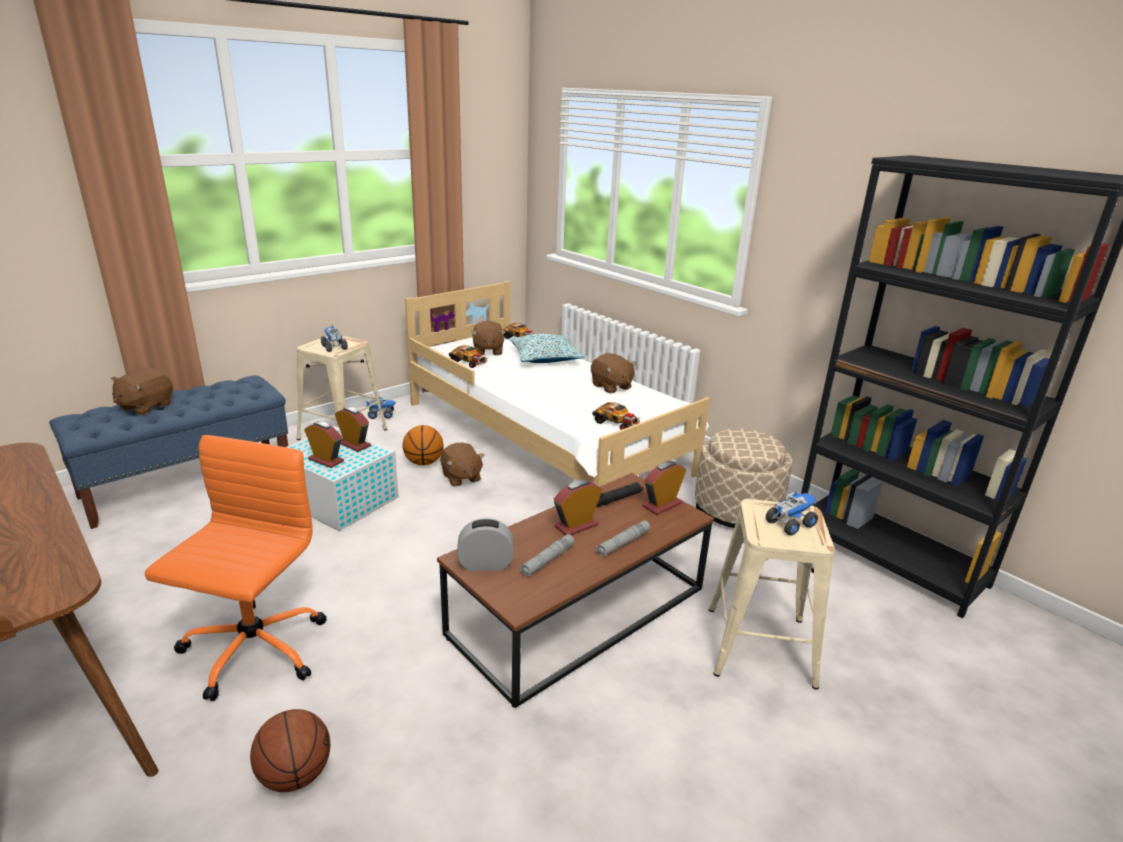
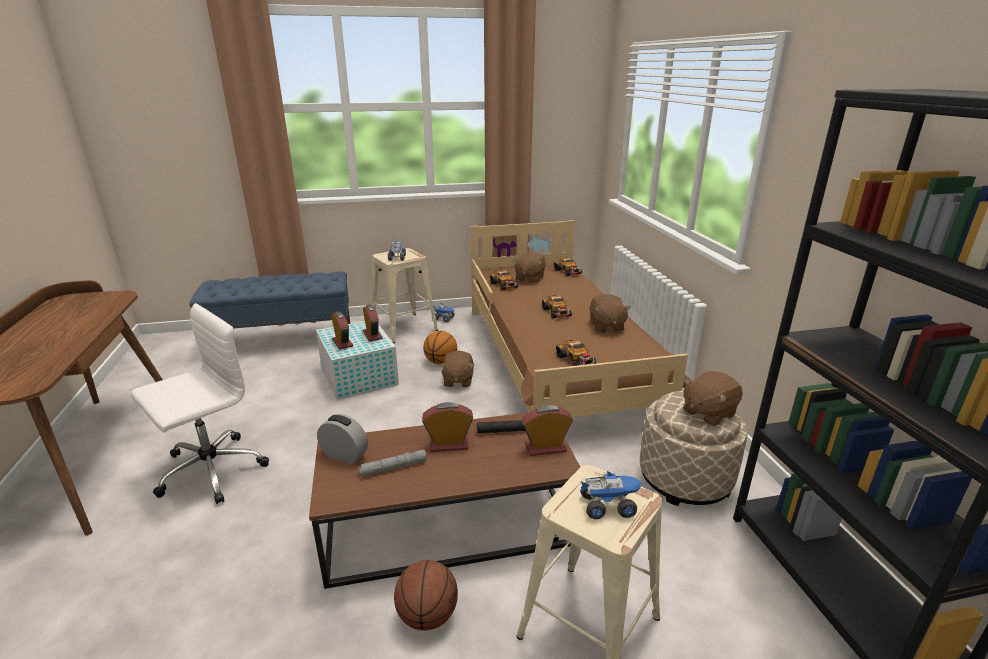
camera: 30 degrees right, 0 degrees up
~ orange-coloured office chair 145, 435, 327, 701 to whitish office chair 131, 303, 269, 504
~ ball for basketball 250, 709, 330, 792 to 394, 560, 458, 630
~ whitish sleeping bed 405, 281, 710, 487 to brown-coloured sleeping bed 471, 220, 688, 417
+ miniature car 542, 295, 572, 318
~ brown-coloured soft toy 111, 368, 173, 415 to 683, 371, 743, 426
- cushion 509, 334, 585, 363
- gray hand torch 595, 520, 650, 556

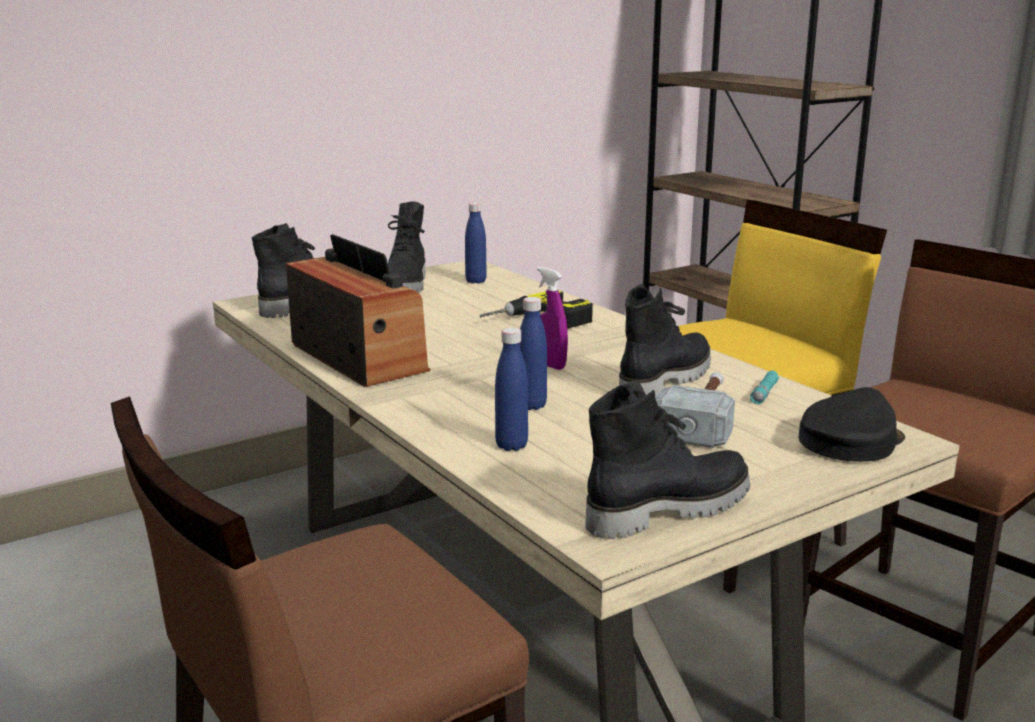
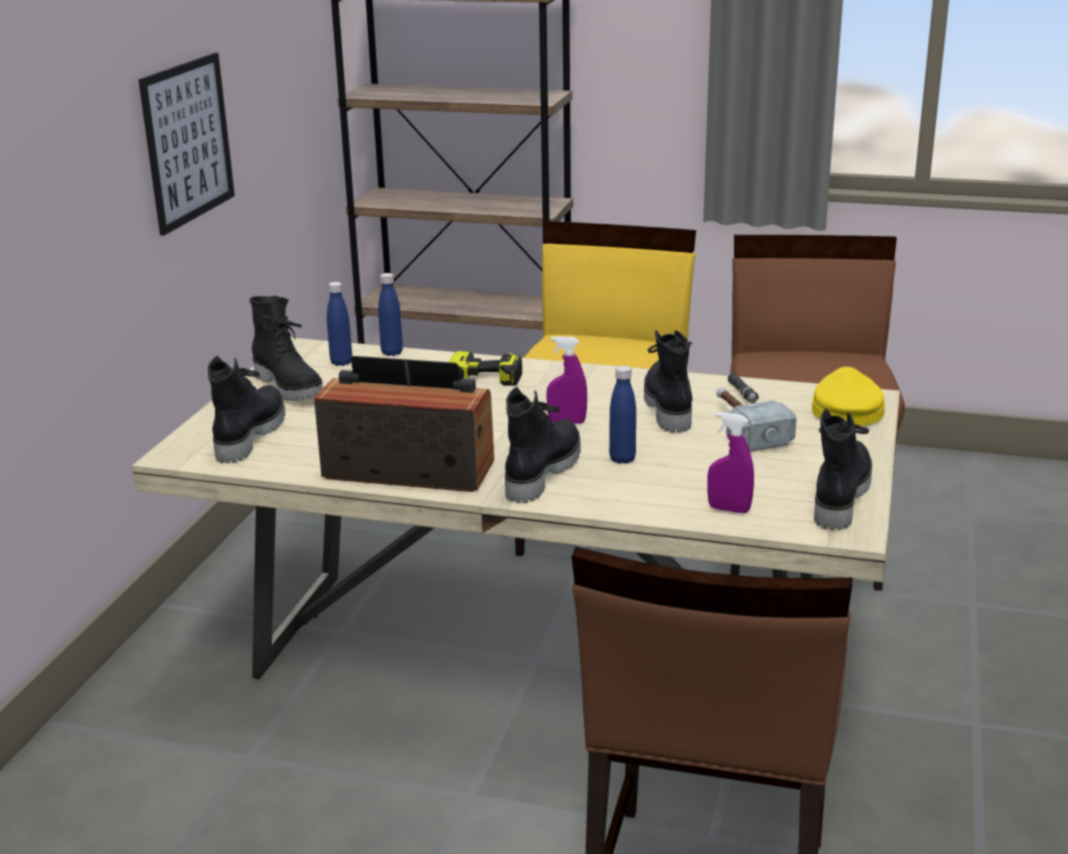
camera: 40 degrees left, 5 degrees up
+ picture 138, 53, 235, 236
~ blue drink bottle 495, 327, 528, 451 to 378, 273, 403, 356
+ blackish tall boot 505, 386, 581, 503
+ purple hand sprayer 707, 412, 754, 513
~ blue-green hand torch 750, 370, 779, 405 to blackish hand torch 728, 373, 759, 403
~ blackish cap 799, 387, 905, 462 to yellow cap 812, 367, 885, 426

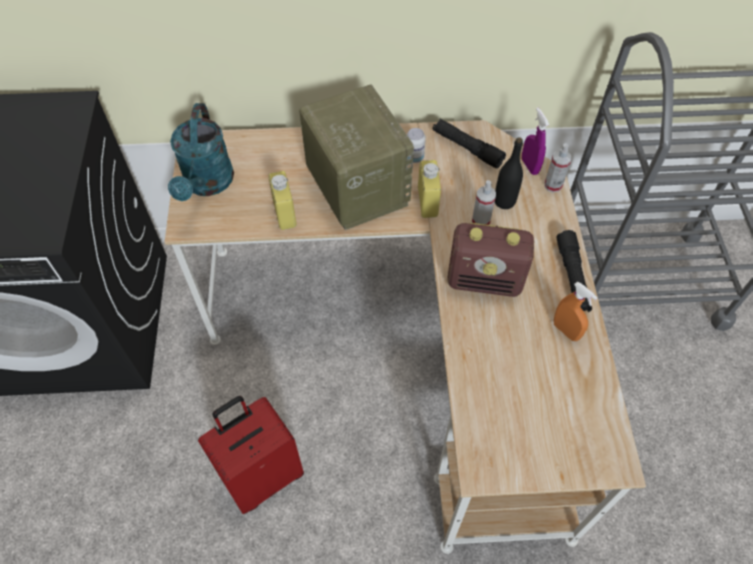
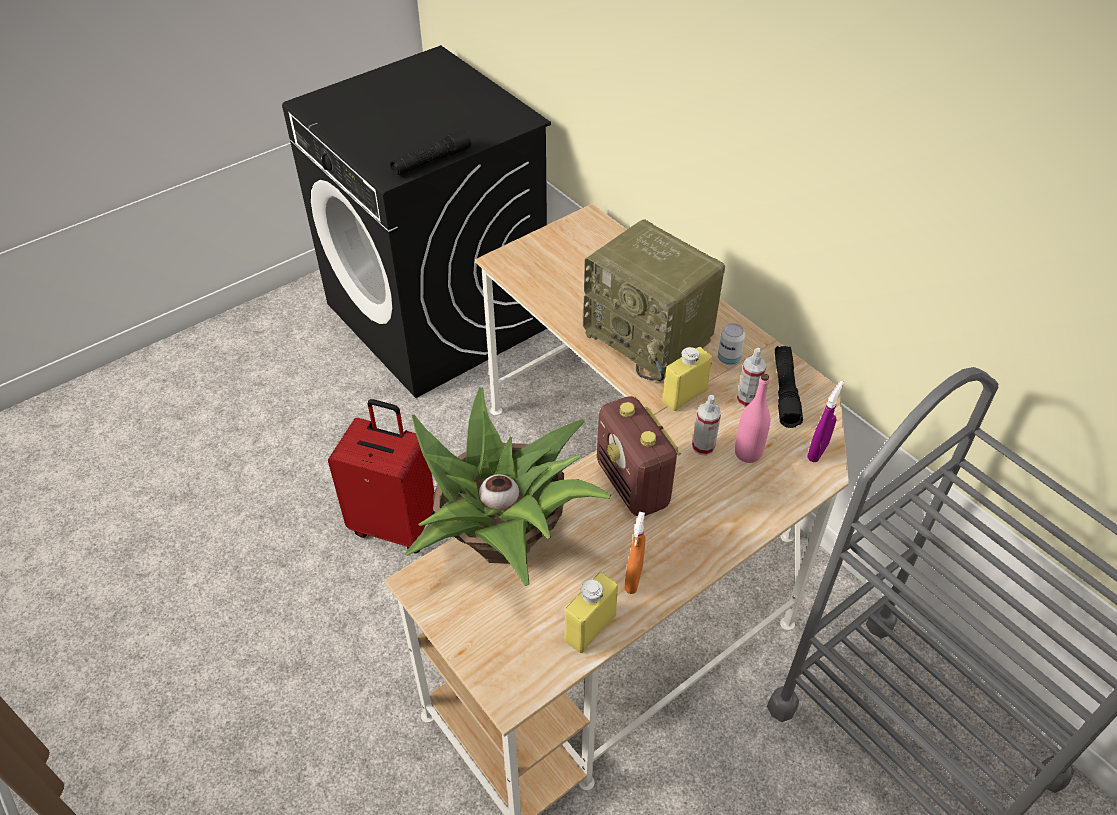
camera: 55 degrees right, 10 degrees down
~ blackish hand torch 556, 230, 592, 312 to 390, 130, 471, 175
+ houseplant 405, 387, 611, 586
~ yellow drink bottle 268, 171, 296, 230 to 565, 572, 618, 653
~ radio 299, 84, 414, 230 = 583, 219, 725, 382 105 degrees clockwise
~ blackish drink bottle 495, 138, 523, 209 to pink drink bottle 735, 374, 770, 463
~ hand sprayer 544, 143, 572, 193 to 737, 348, 767, 408
- blue-green watering pot 168, 103, 234, 201

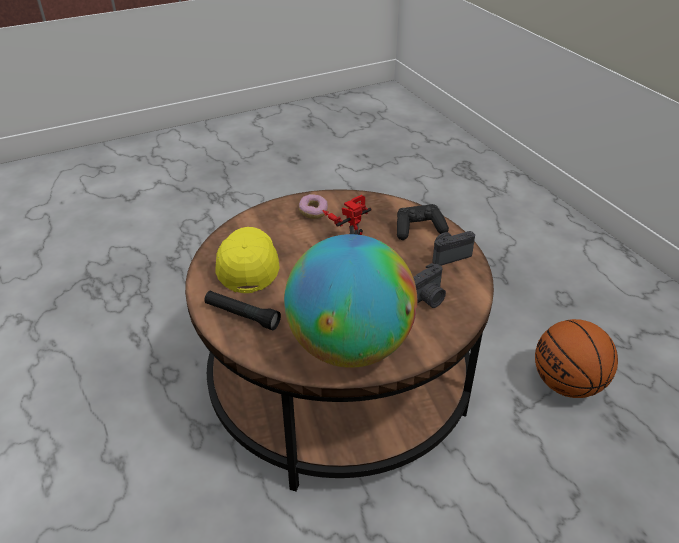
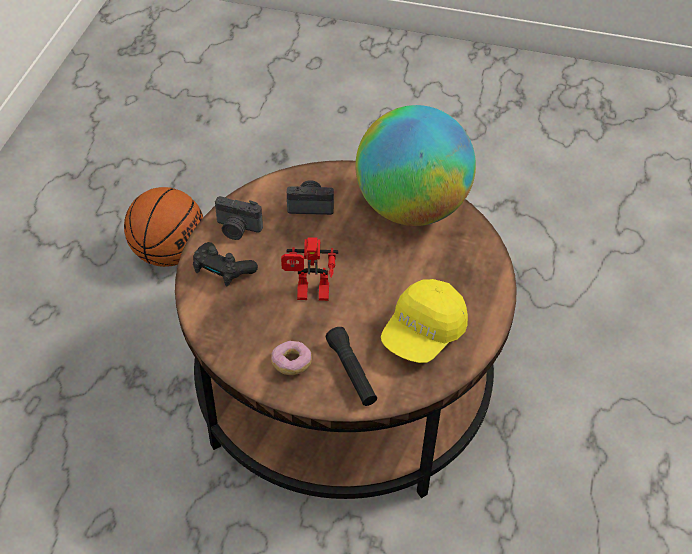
camera: 140 degrees left, 10 degrees up
~ blackish hand torch 204, 291, 281, 330 to 326, 327, 377, 406

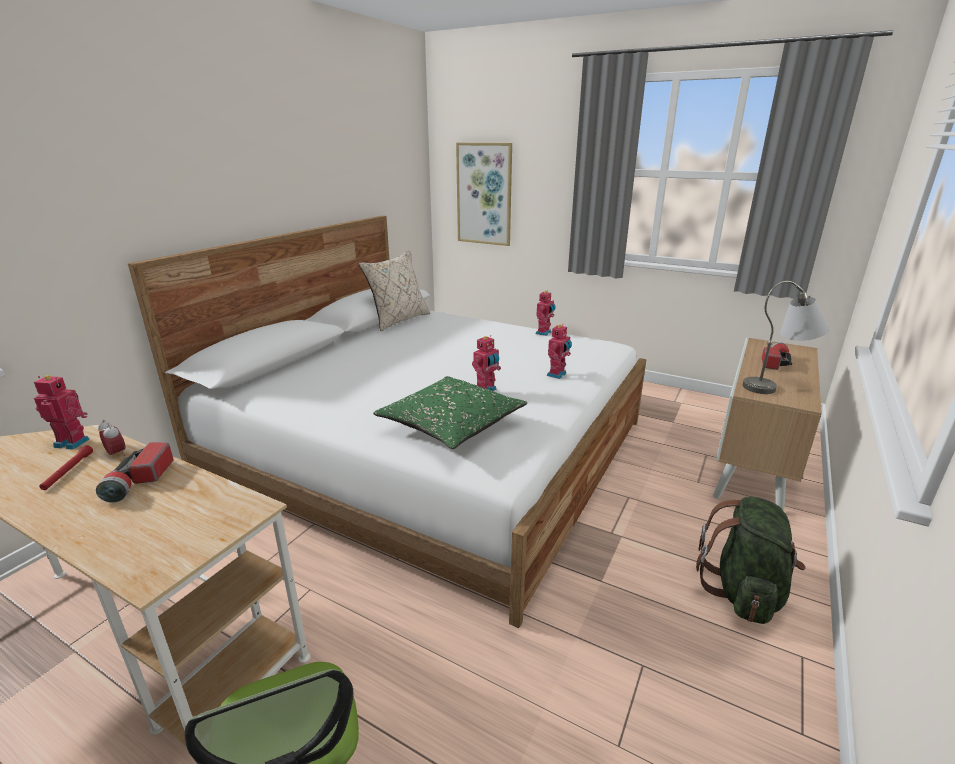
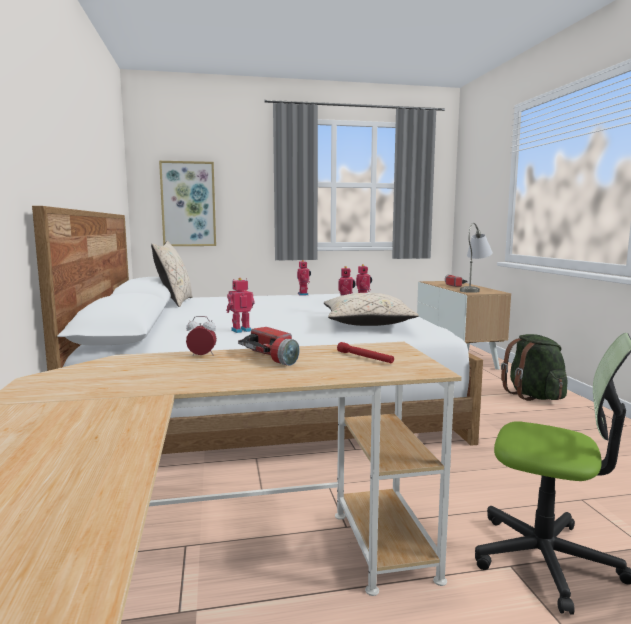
camera: 40 degrees left, 15 degrees down
~ model robot 34, 375, 89, 450 to 226, 278, 255, 333
~ green cushion 373, 376, 527, 449 to beige cushion 324, 293, 419, 326
~ red-coloured hand torch 39, 445, 93, 490 to 337, 342, 394, 363

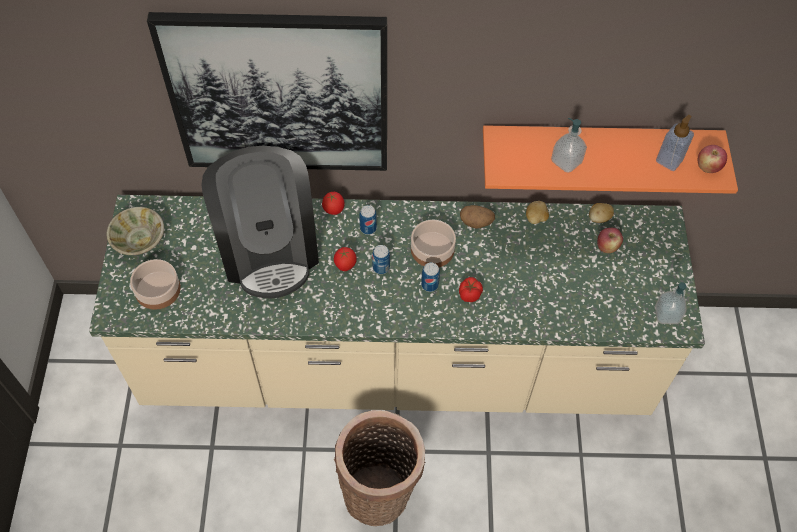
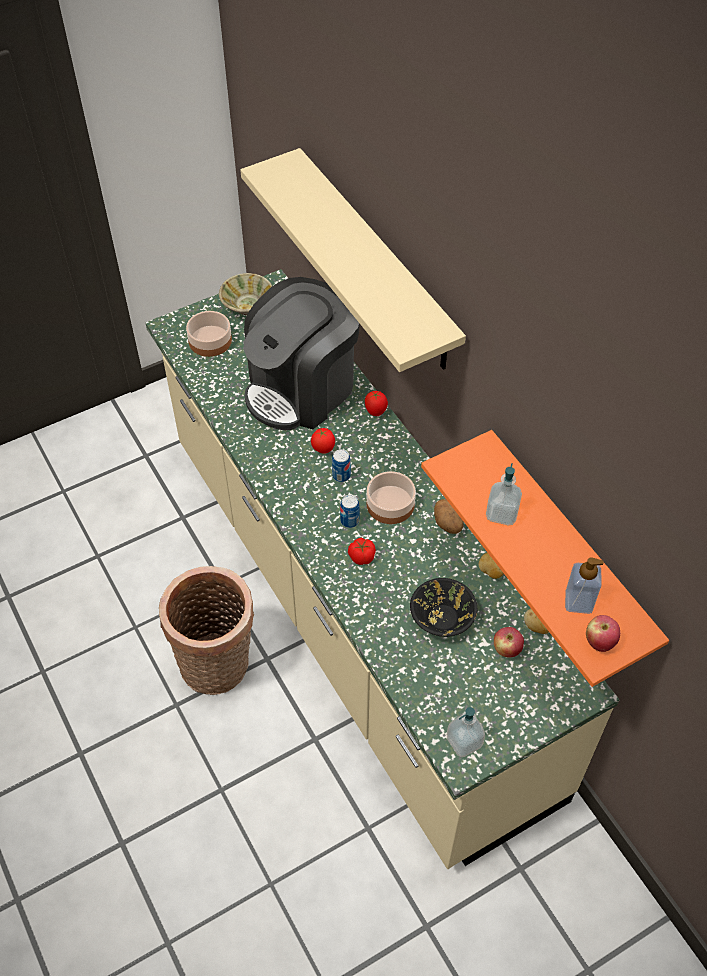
camera: 60 degrees right, 5 degrees down
~ picture 147, 12, 387, 171 to beige wall shelf 240, 148, 466, 372
+ blackish deep dish 410, 578, 477, 637
- sealed can 359, 205, 377, 235

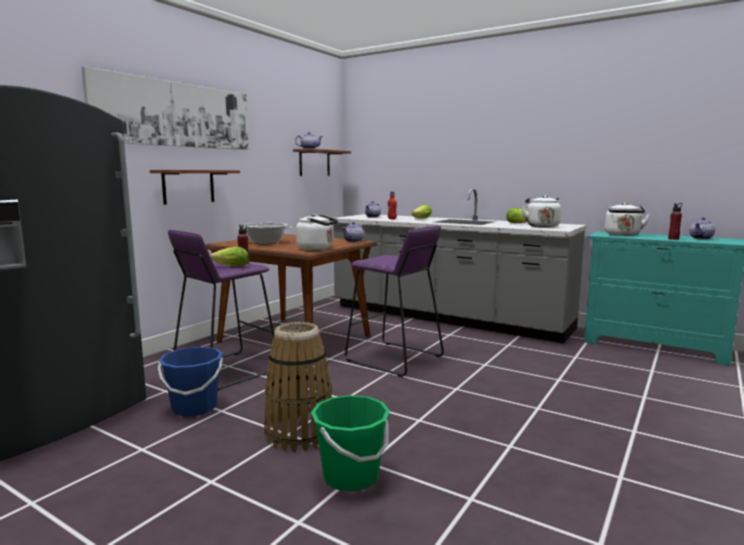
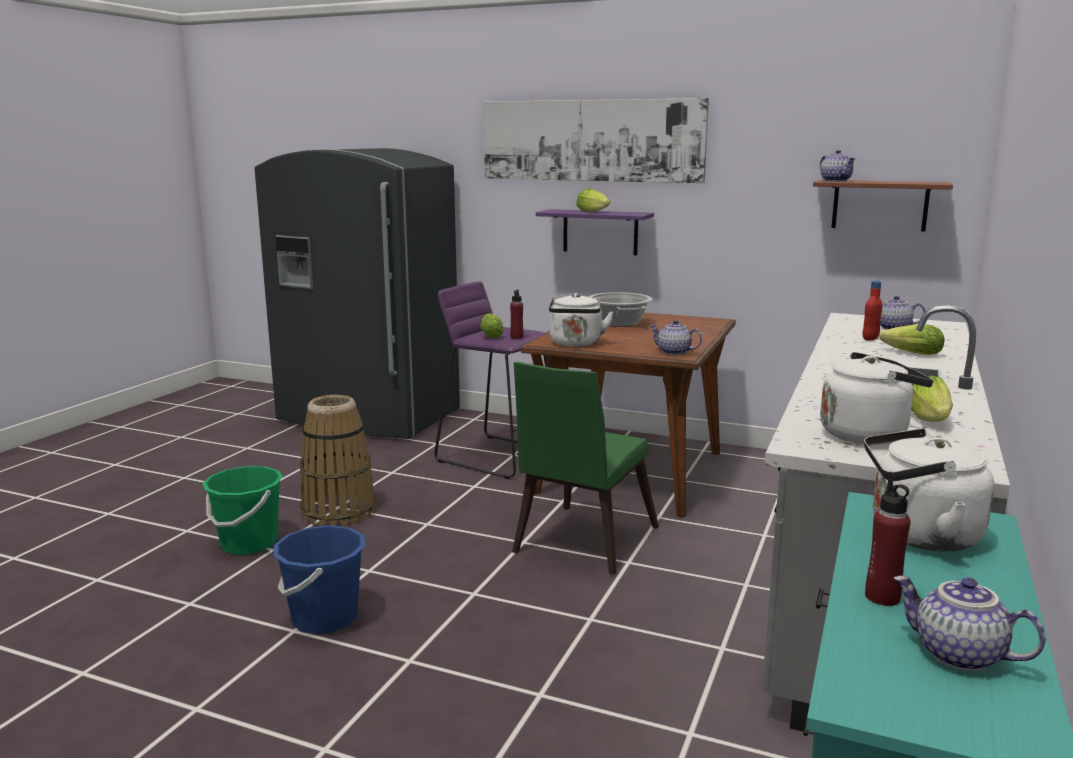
camera: 80 degrees right, 5 degrees up
~ blue water bucket 158, 347, 223, 417 to 273, 525, 365, 635
~ purple stool 345, 226, 444, 377 to green chair 512, 362, 659, 575
~ brown-coloured wall shelf 150, 170, 240, 205 to purple wall shelf 536, 209, 654, 255
+ head of lettuce 576, 189, 610, 212

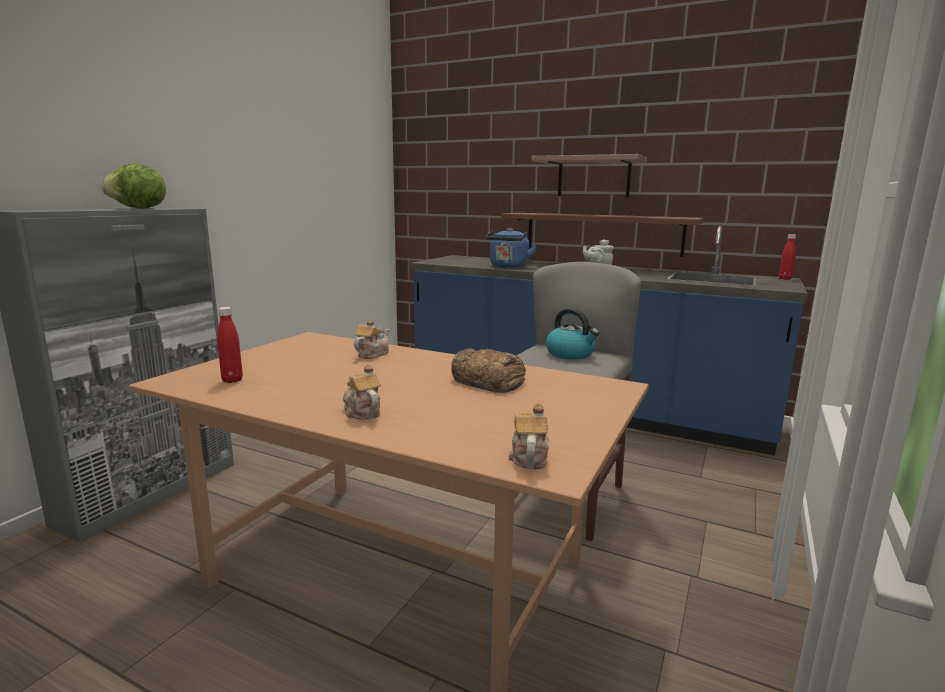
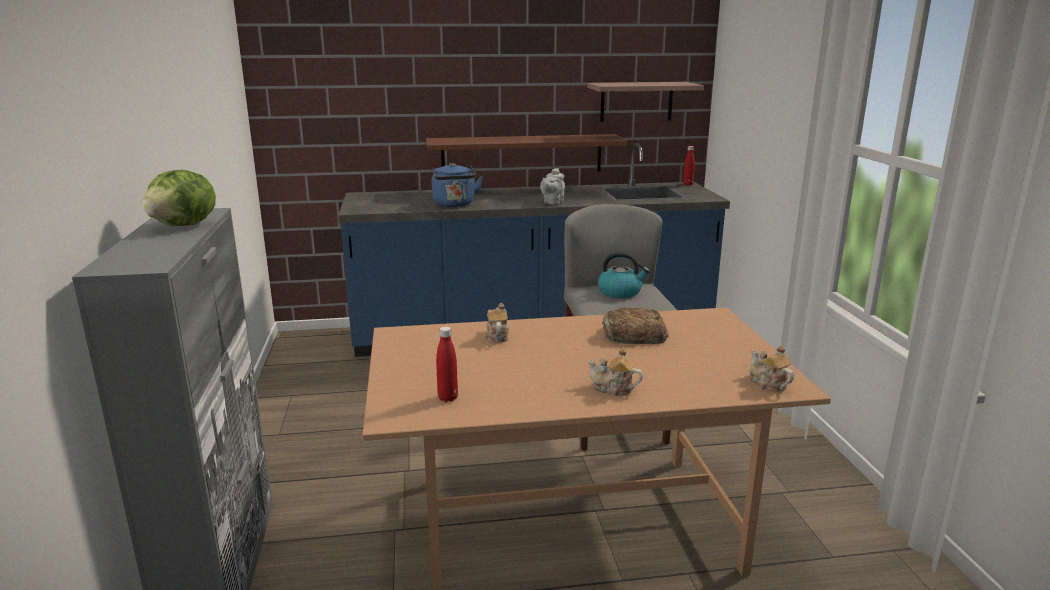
camera: 35 degrees left, 5 degrees up
~ wall shelf 531, 154, 647, 197 to 588, 82, 704, 122

